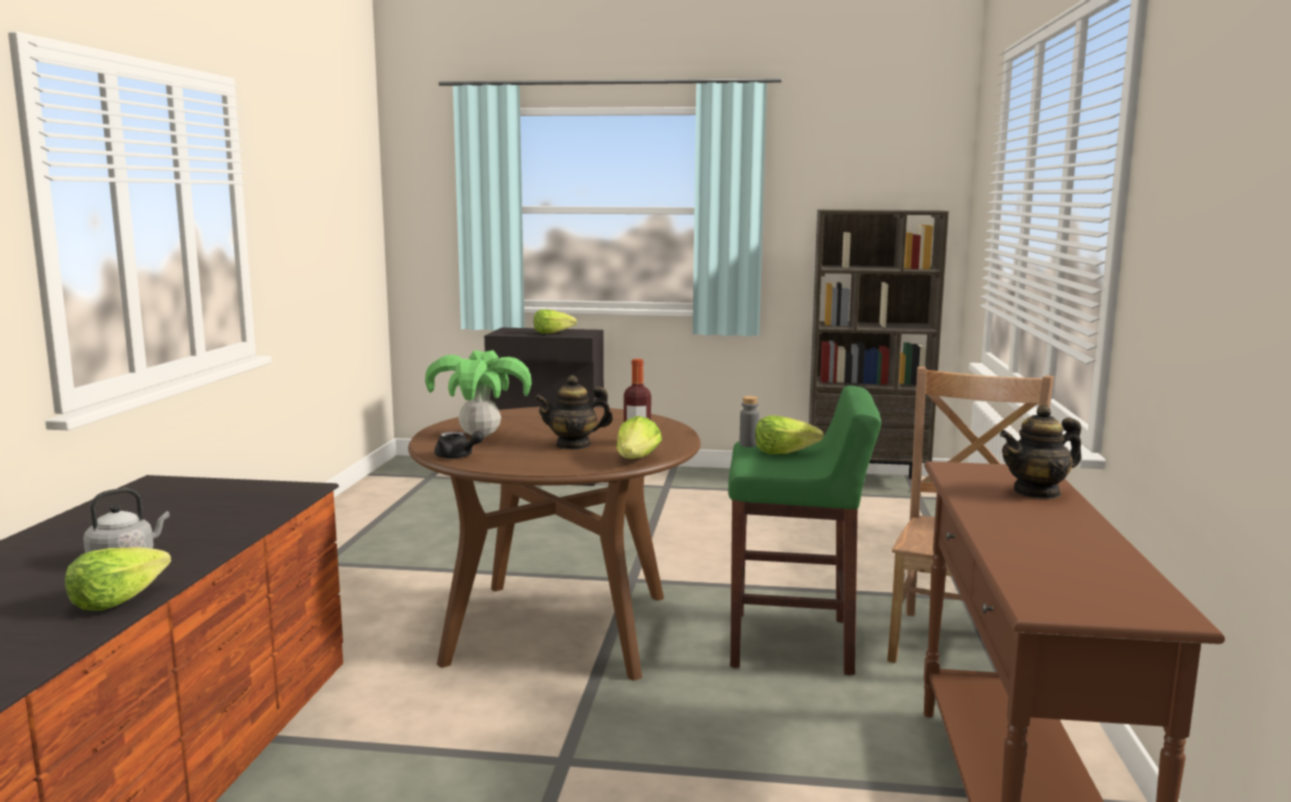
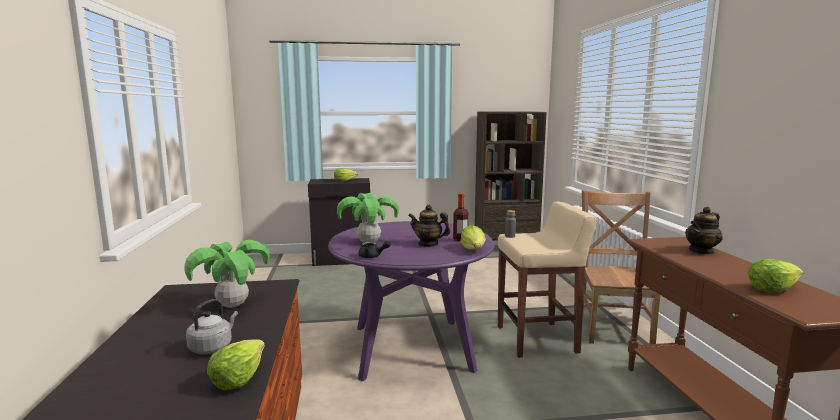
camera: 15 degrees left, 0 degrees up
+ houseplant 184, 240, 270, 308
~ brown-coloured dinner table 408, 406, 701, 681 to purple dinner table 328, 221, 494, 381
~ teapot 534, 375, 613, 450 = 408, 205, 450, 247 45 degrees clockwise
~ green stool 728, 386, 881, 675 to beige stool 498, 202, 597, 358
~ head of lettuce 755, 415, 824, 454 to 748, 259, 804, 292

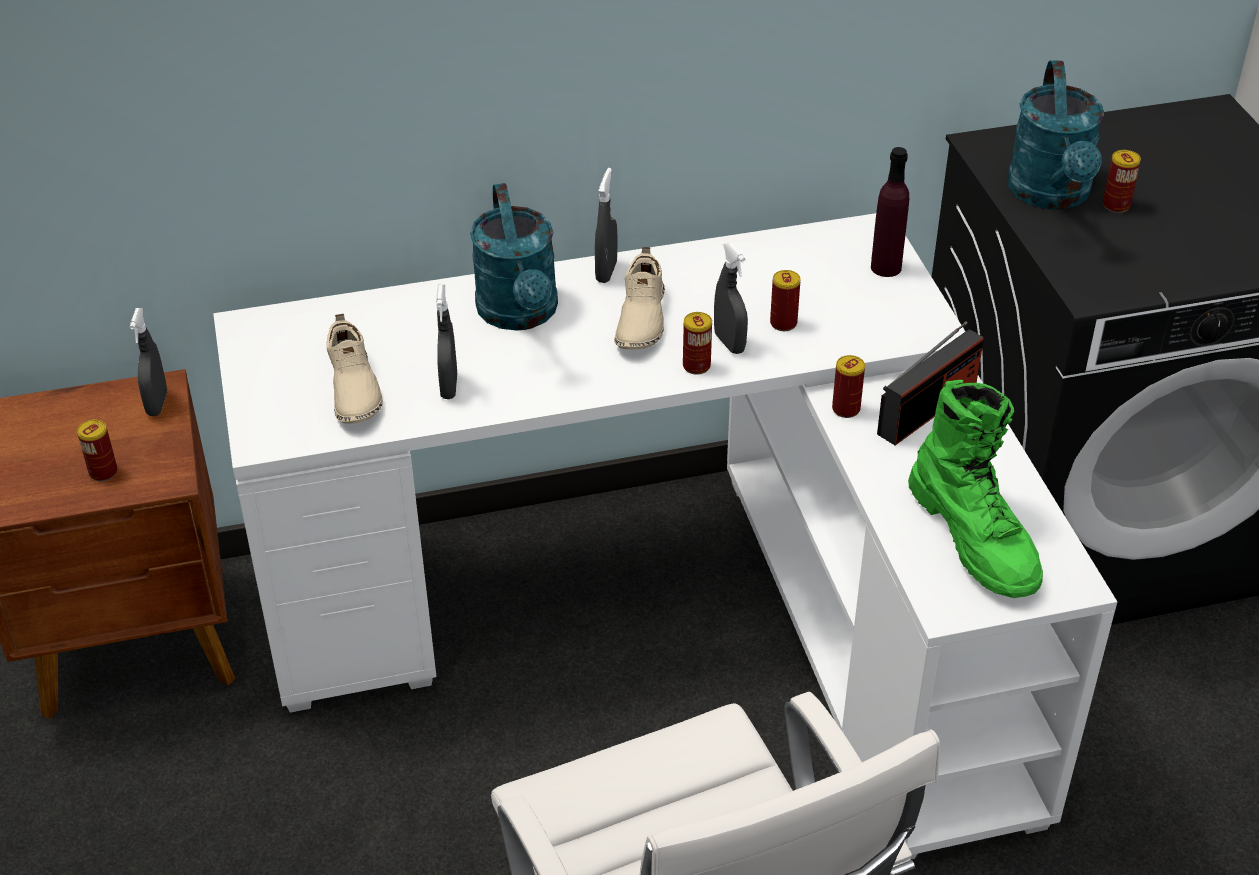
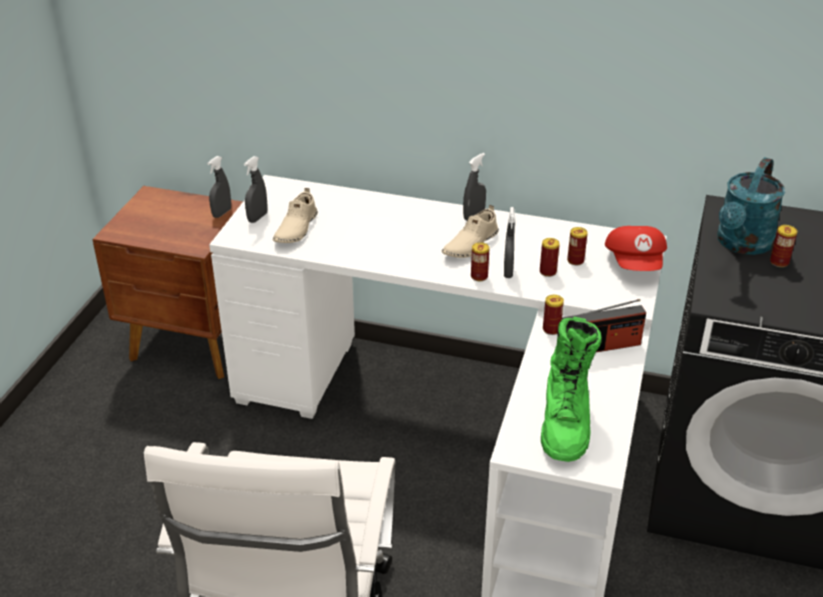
camera: 30 degrees right, 5 degrees down
~ gray hand sprayer 436, 285, 457, 399 to 244, 156, 268, 223
~ sealed can 77, 420, 117, 481 to 567, 227, 588, 265
~ purple drink bottle 871, 147, 909, 277 to red-coloured cap 605, 226, 667, 271
- blue-green watering pot 470, 183, 558, 331

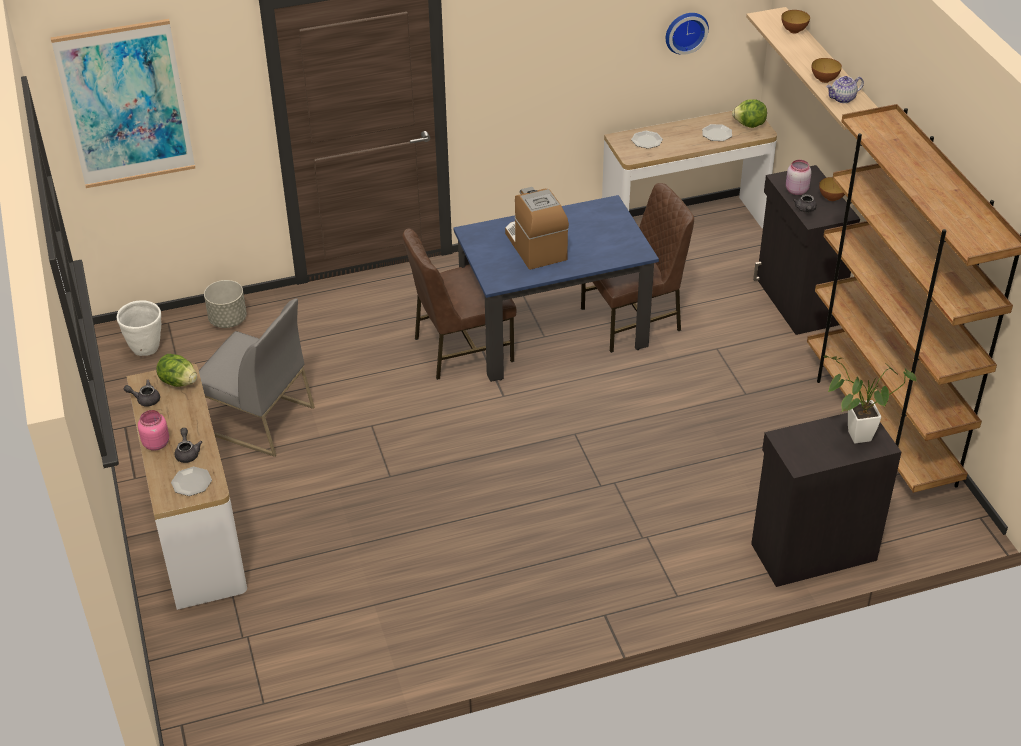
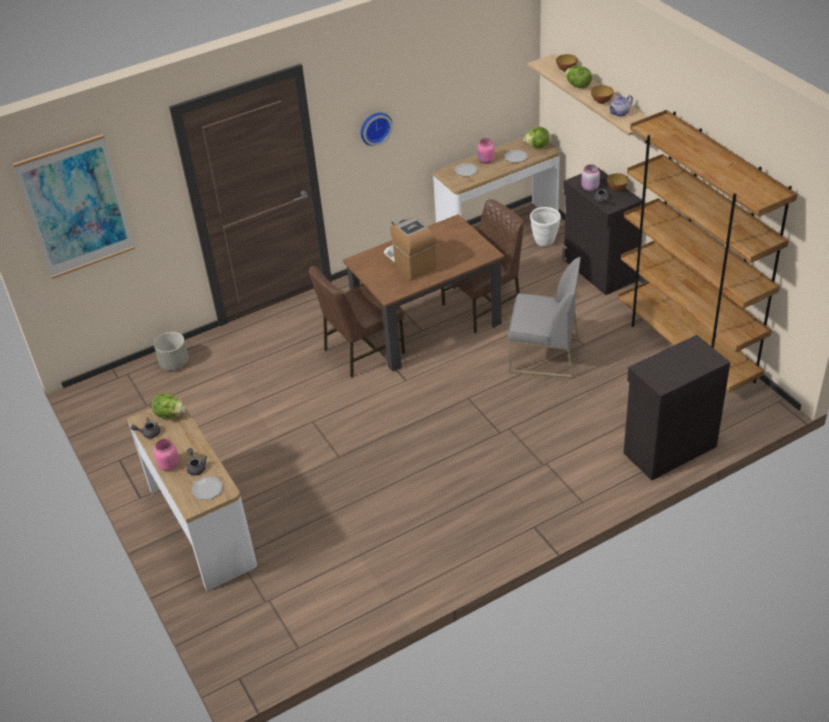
camera: 10 degrees left, 0 degrees up
~ blue dinner table 453, 195, 659, 382 to brown-coloured dinner table 343, 214, 504, 372
~ clock on the wall 666, 13, 709, 55 to 361, 112, 393, 146
+ pink storage jar 477, 138, 495, 164
~ gray chair 199, 299, 315, 457 to 508, 257, 581, 379
~ whitish plant pot 117, 300, 161, 356 to 530, 207, 561, 247
+ head of lettuce 565, 65, 592, 88
- houseplant 824, 355, 917, 444

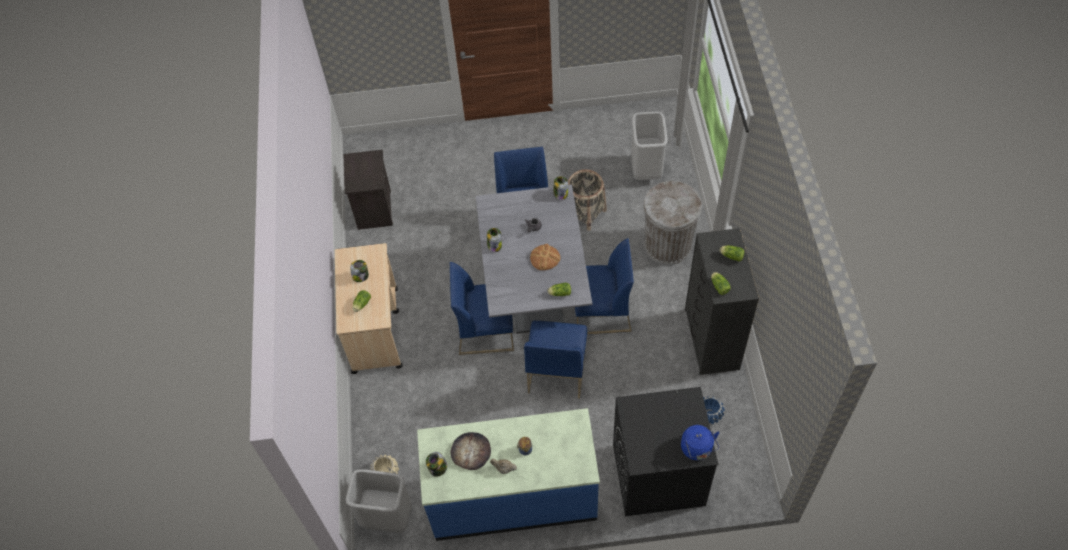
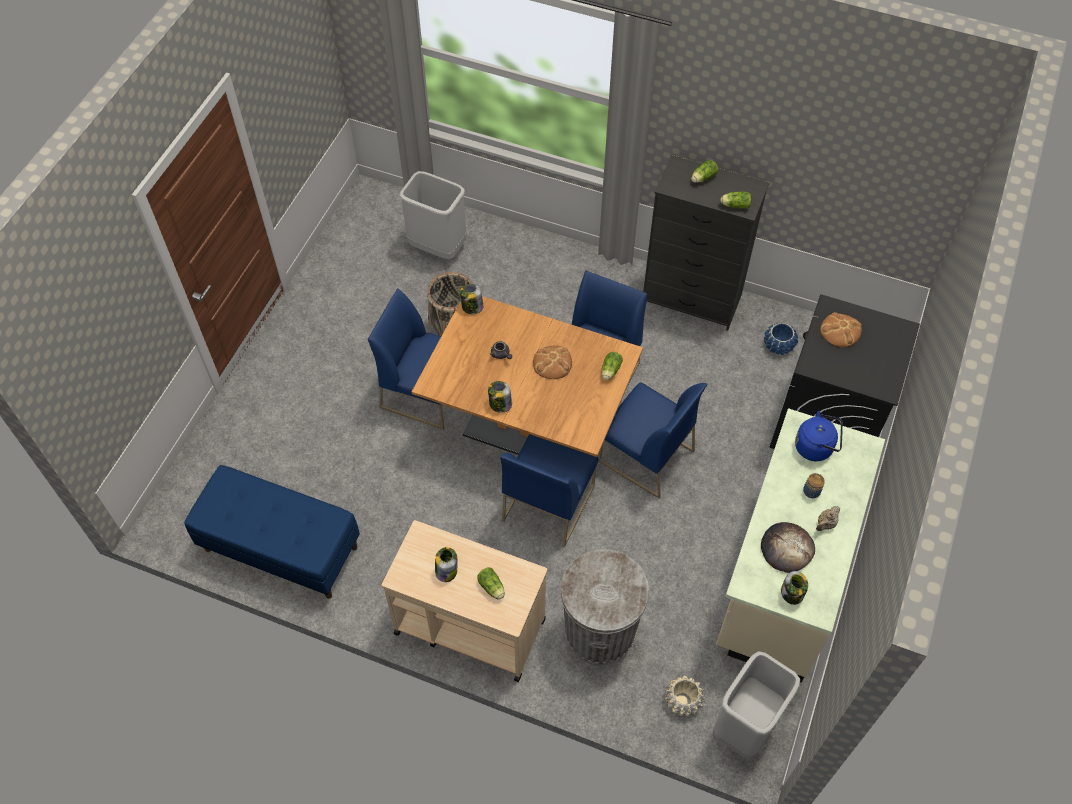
camera: 65 degrees left, 0 degrees up
~ blackish bedside table 344, 150, 393, 230 to blue long seat 184, 465, 360, 599
~ gray dinner table 476, 185, 592, 334 to brown-coloured dinner table 412, 296, 643, 457
~ gray rubbish bin 644, 181, 702, 265 to 560, 549, 649, 665
~ blue counter 417, 408, 600, 541 to beige counter 716, 408, 885, 682
~ blue water kettle 681, 425, 719, 460 to 795, 411, 843, 461
+ bakery bread 820, 312, 862, 348

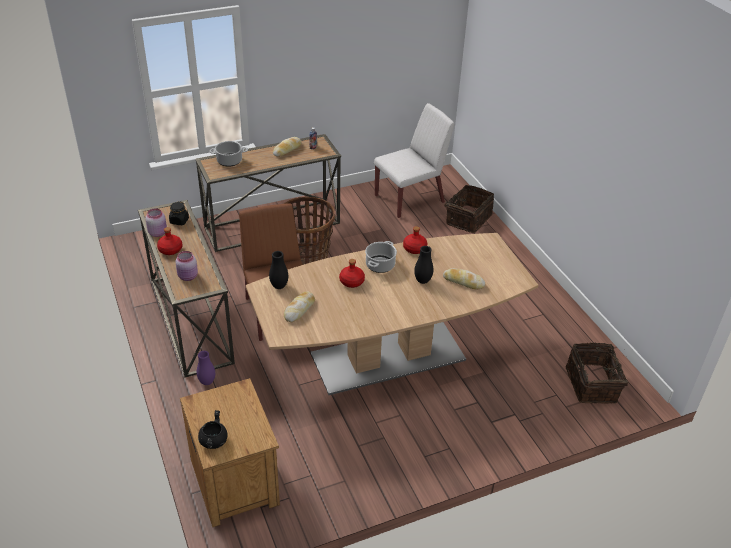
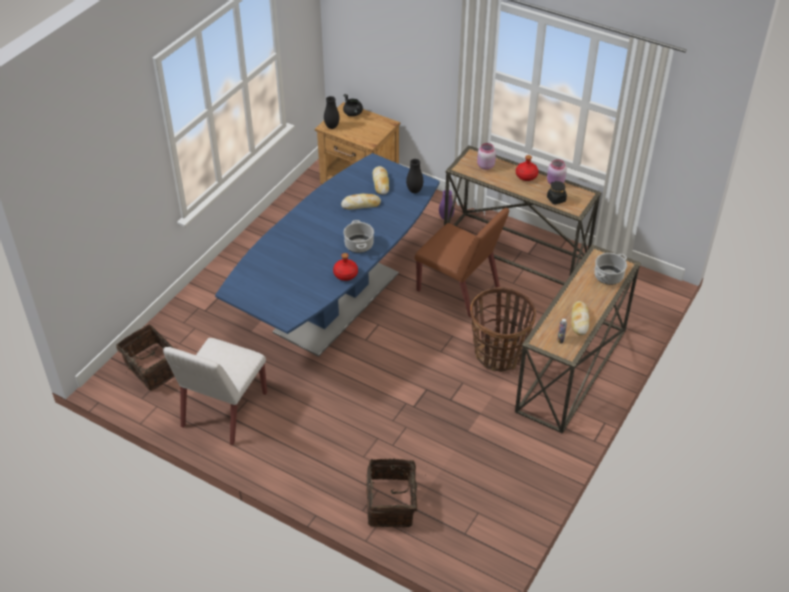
camera: 145 degrees right, 5 degrees up
~ whitish chair 374, 103, 454, 218 to 163, 338, 267, 445
~ brown-coloured dinner table 246, 233, 538, 395 to blue dinner table 215, 153, 440, 357
~ blackish flower vase 414, 246, 433, 284 to 324, 96, 340, 129
~ bakery bread 443, 268, 485, 290 to 341, 193, 381, 210
- red-coloured drink bottle 339, 259, 365, 288

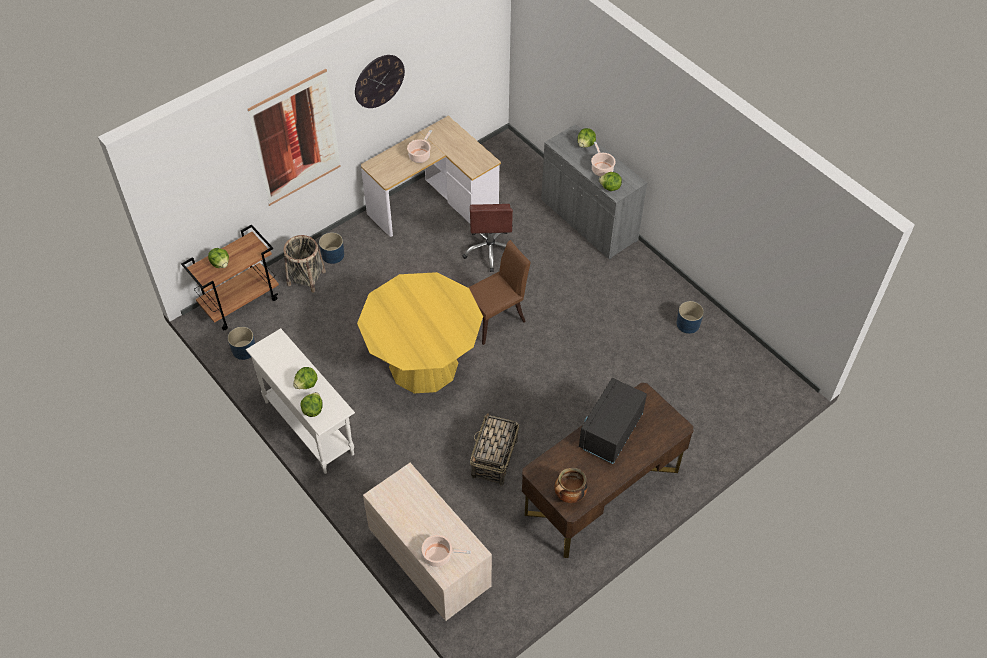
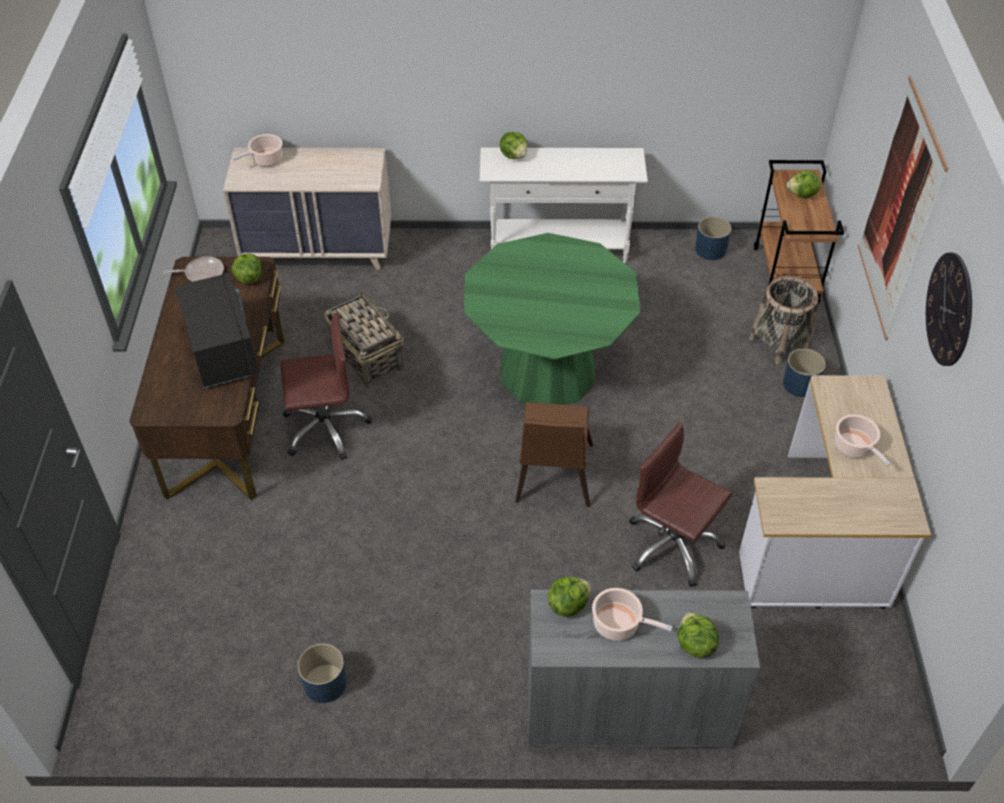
camera: 130 degrees right, 5 degrees down
~ saucepot 555, 468, 587, 503 to pan 163, 256, 224, 282
~ head of lettuce 293, 367, 317, 389 to 231, 253, 262, 284
+ brown-coloured office chair 280, 313, 372, 460
~ yellow dinner table 357, 272, 483, 393 to green dinner table 464, 233, 641, 405

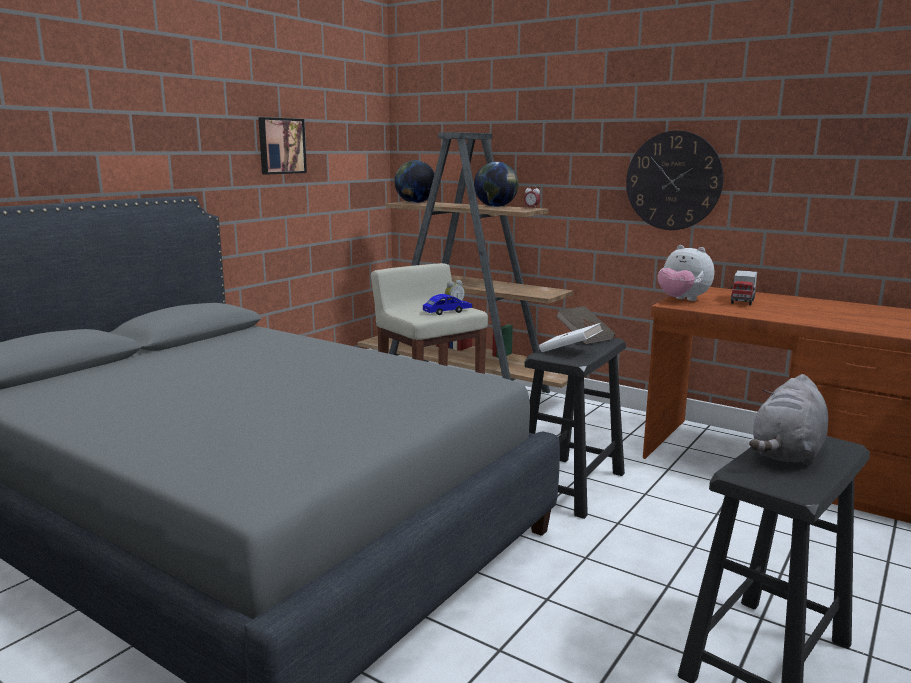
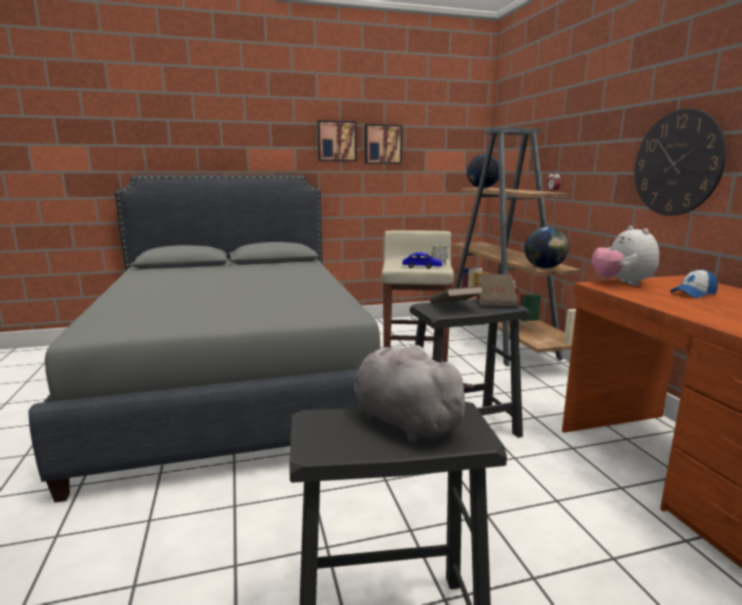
camera: 40 degrees right, 0 degrees up
+ picture 317, 120, 357, 161
~ gray soft toy 749, 374, 828, 466 = 354, 345, 474, 443 60 degrees clockwise
~ whitish bound book 539, 323, 603, 352 to brown-coloured bound book 430, 286, 483, 304
~ desk globe 474, 162, 519, 207 to 525, 227, 569, 268
~ toy lorry 731, 270, 757, 305 to cap 670, 269, 718, 298

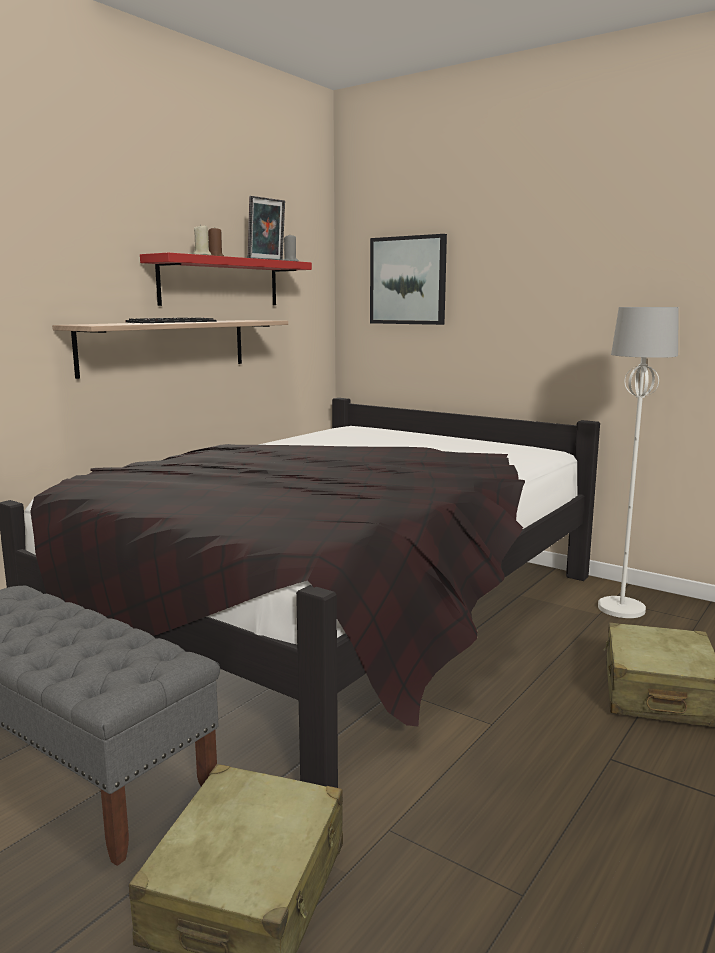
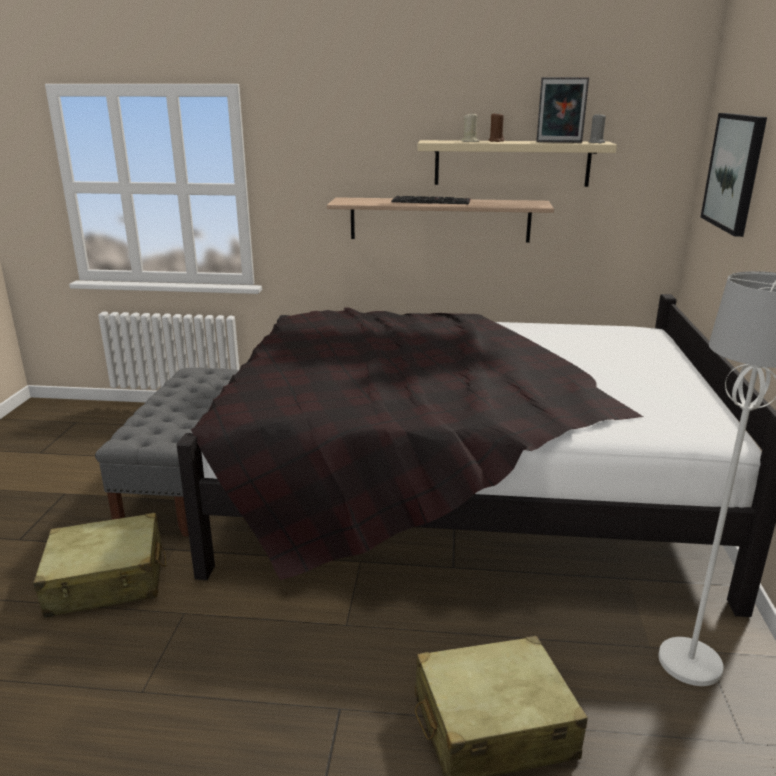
camera: 60 degrees right, 10 degrees up
~ red-coloured wall shelf 140, 252, 312, 306 to beige wall shelf 417, 140, 617, 187

